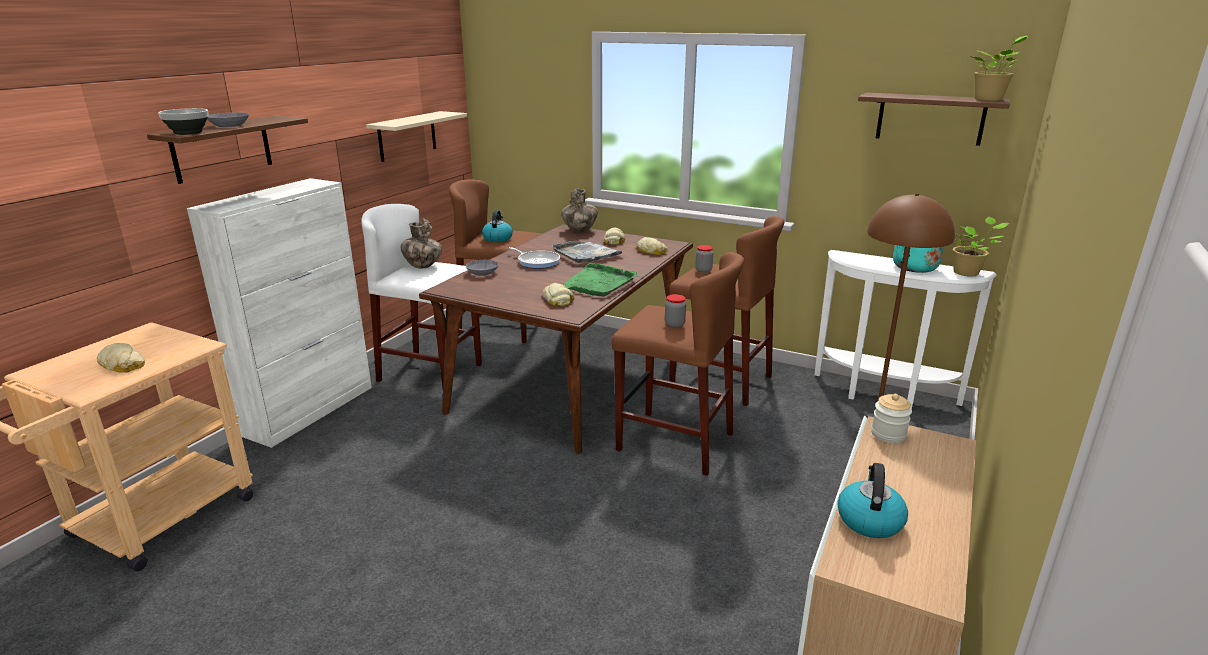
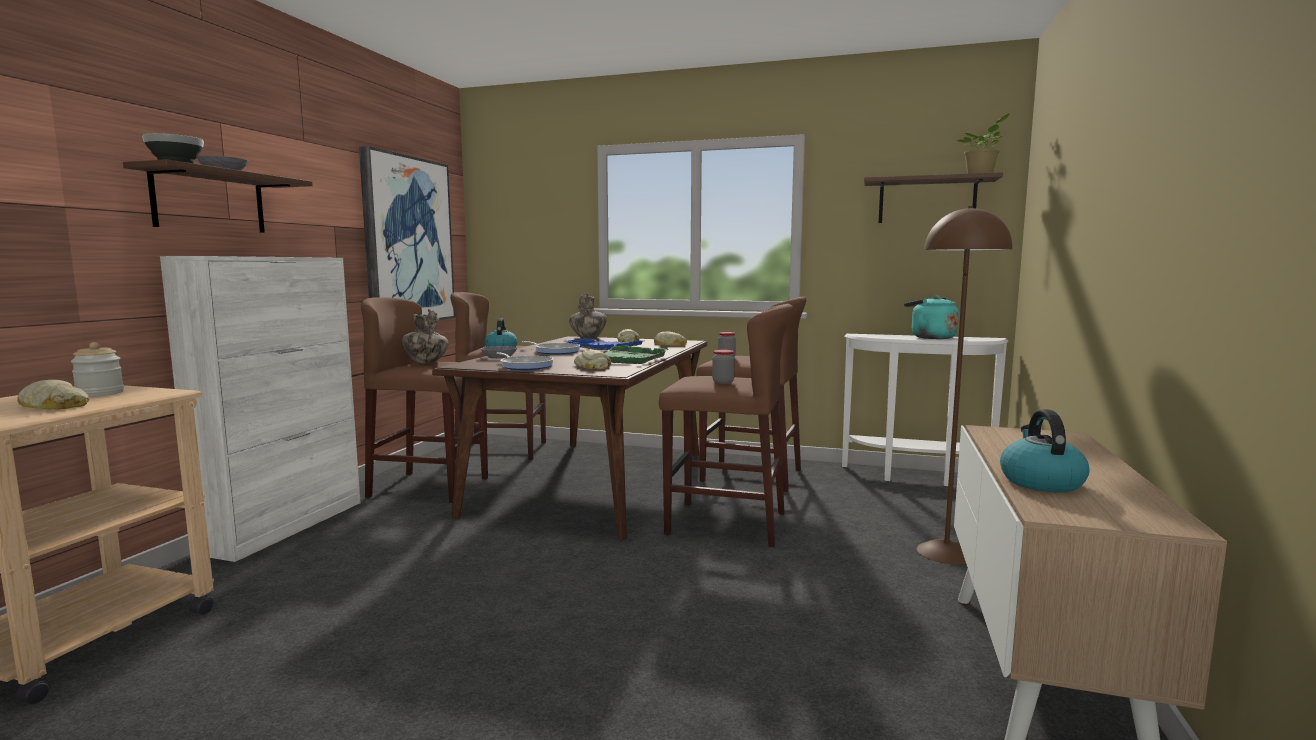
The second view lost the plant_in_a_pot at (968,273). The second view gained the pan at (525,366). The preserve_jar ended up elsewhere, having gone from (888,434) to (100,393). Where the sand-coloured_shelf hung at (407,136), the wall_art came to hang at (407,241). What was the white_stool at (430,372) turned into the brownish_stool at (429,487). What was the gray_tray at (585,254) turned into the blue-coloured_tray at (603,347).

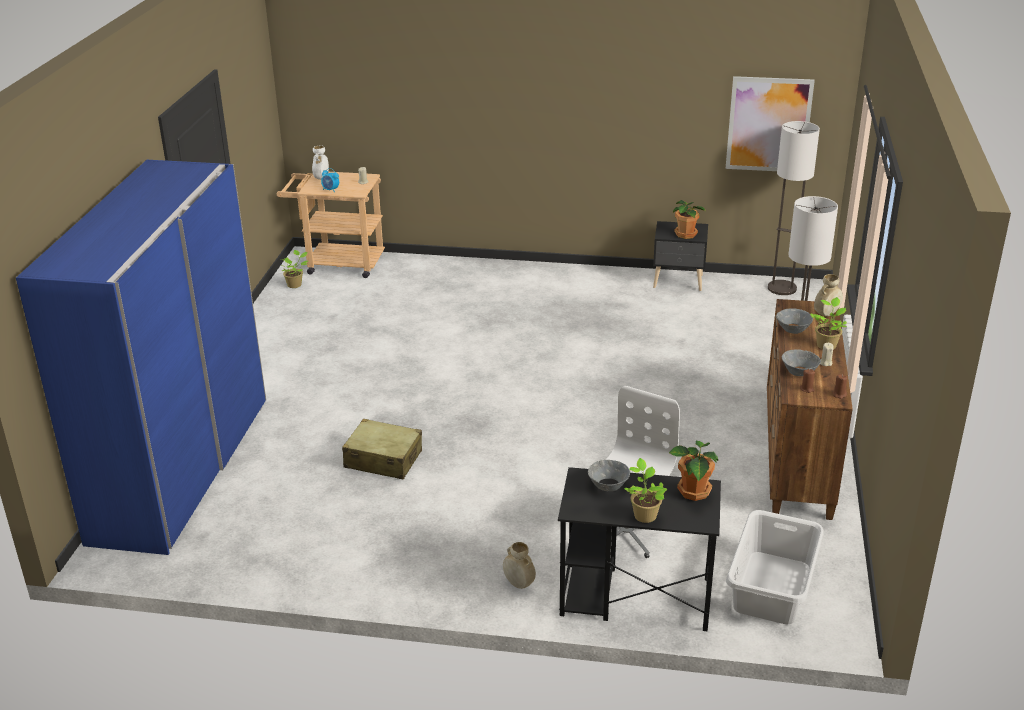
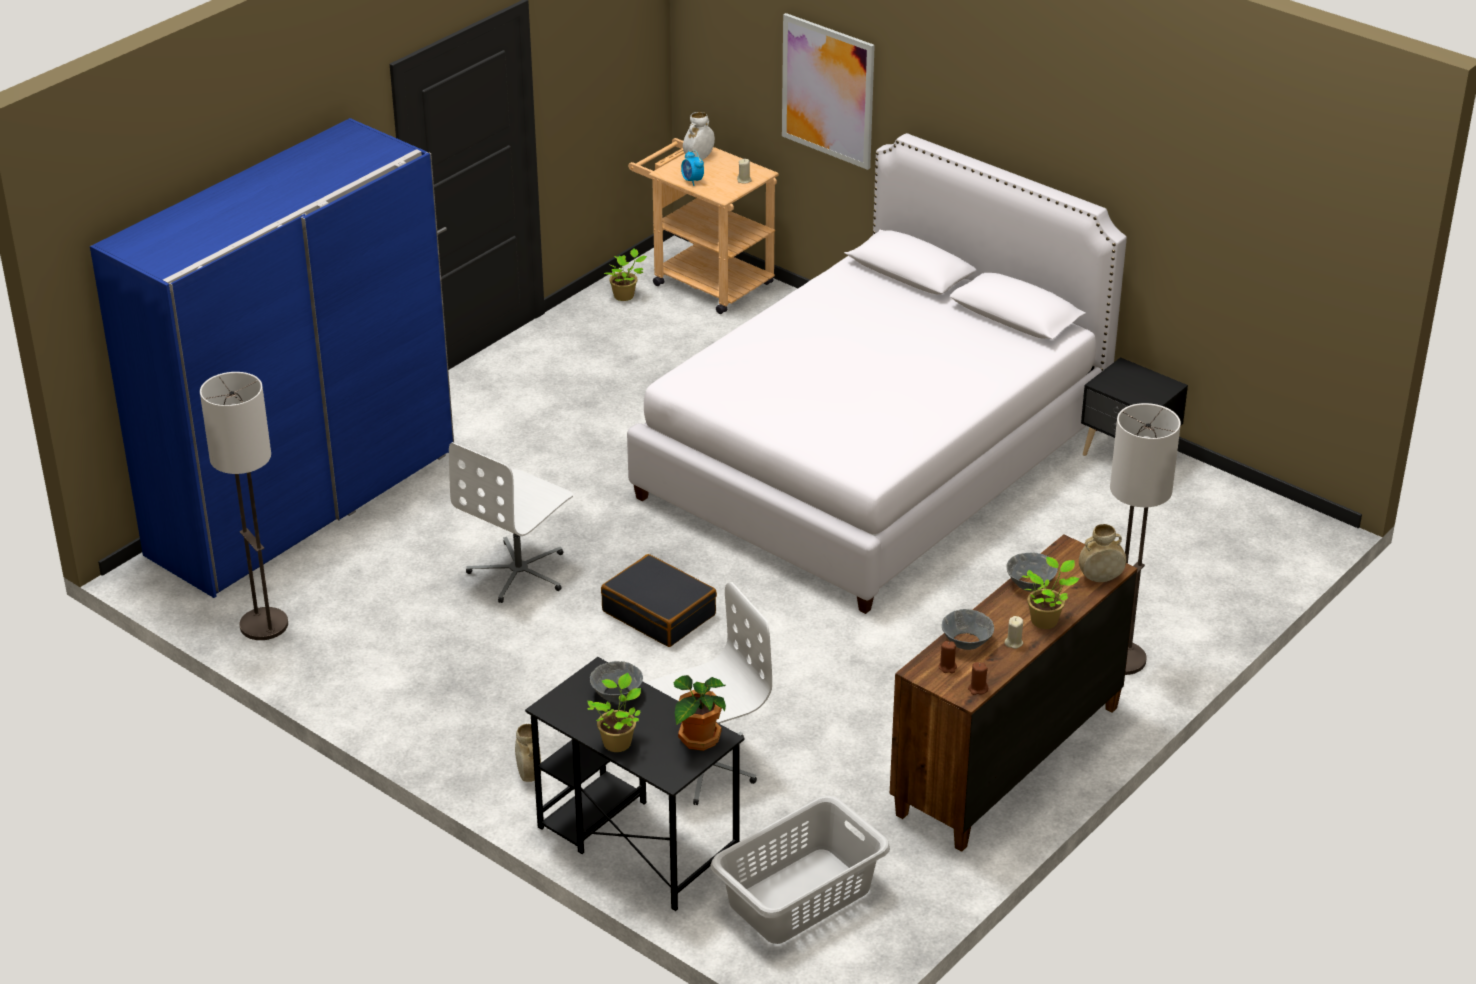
The second view lost the plant_in_a_pot at (686,234). The second view gained the black_piece_of_luggage at (659,613). The second view gained the white_bedroom_bed at (873,461). The wall_art ended up elsewhere, having gone from (768,124) to (828,91). The floor_lamp ended up elsewhere, having gone from (781,288) to (263,625). Where the sand-coloured_piece_of_luggage stood at (383,459), the white_computer_chair came to stand at (520,572).

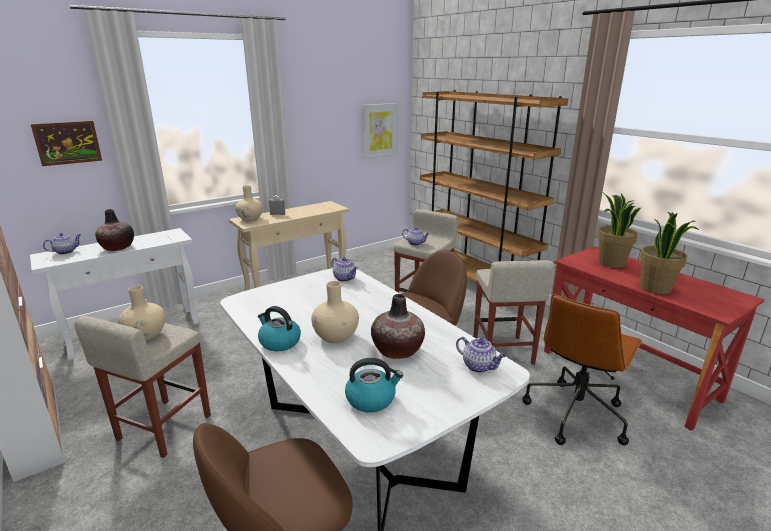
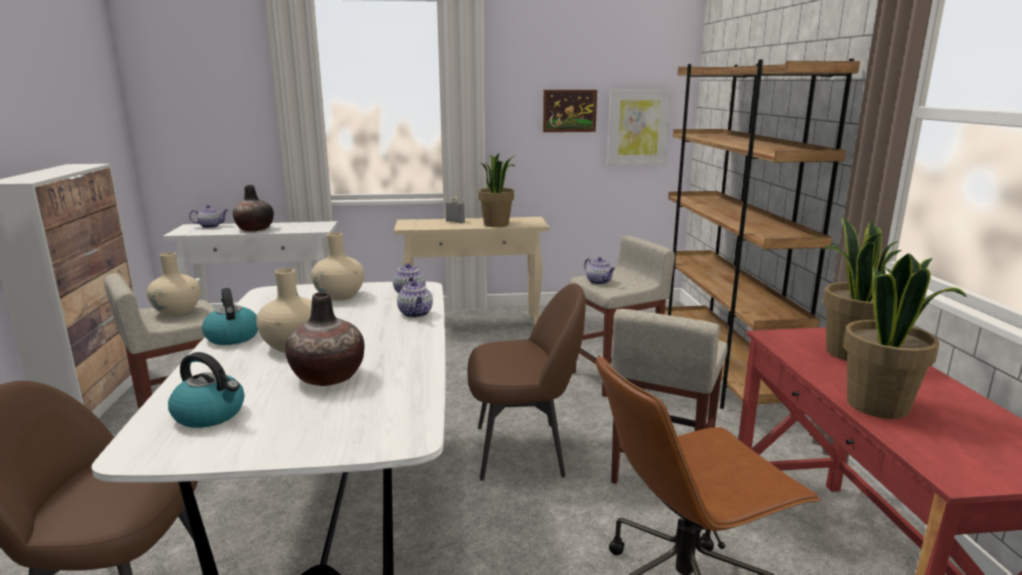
The second view gained the plant_in_a_pot at (497,224). The wall_art ended up elsewhere, having gone from (67,143) to (569,111). The sand-coloured_flower_vase ended up elsewhere, having gone from (250,219) to (339,296). The pot_for_tea ended up elsewhere, having gone from (479,366) to (416,314).

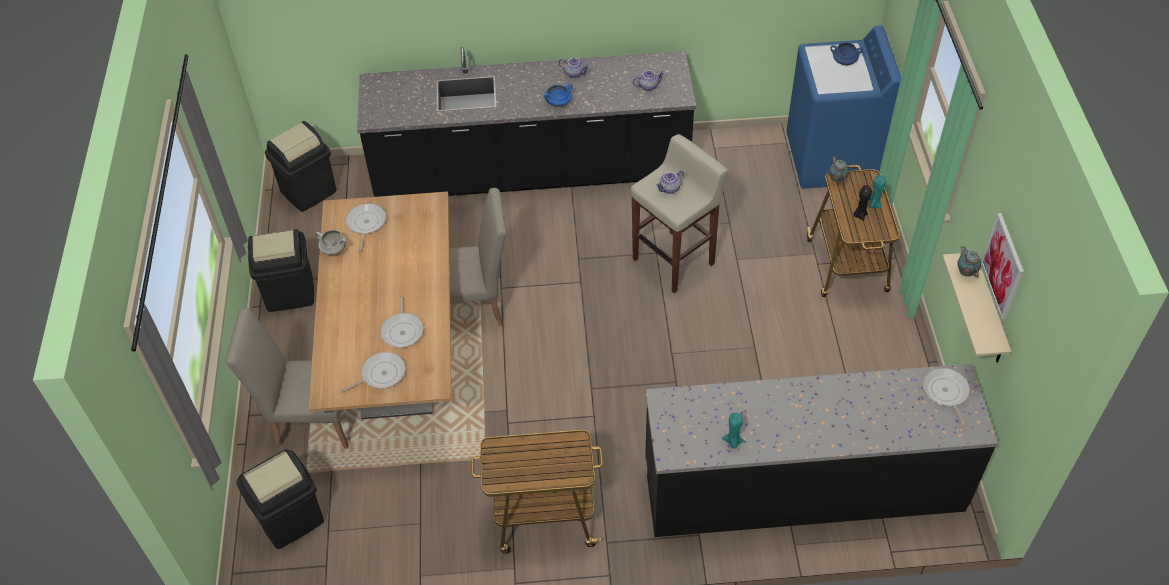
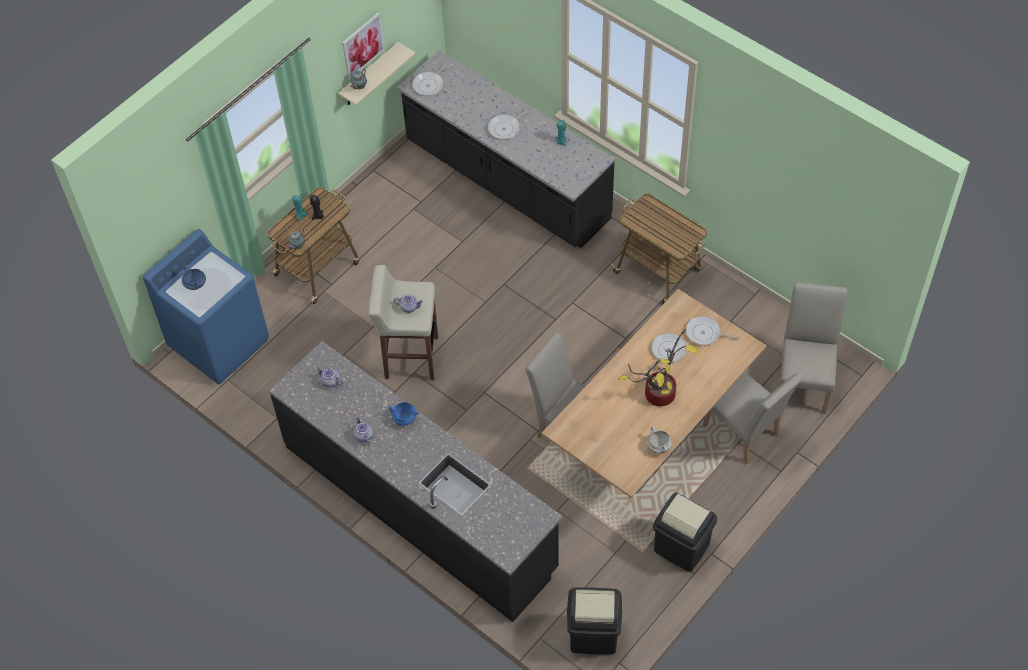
The second view gained the plant_in_a_pot at (660,391). The pan ended up elsewhere, having gone from (365,224) to (505,128). Where the black_waste_bin stood at (290,519), the sand-coloured_plain_chair came to stand at (804,380).

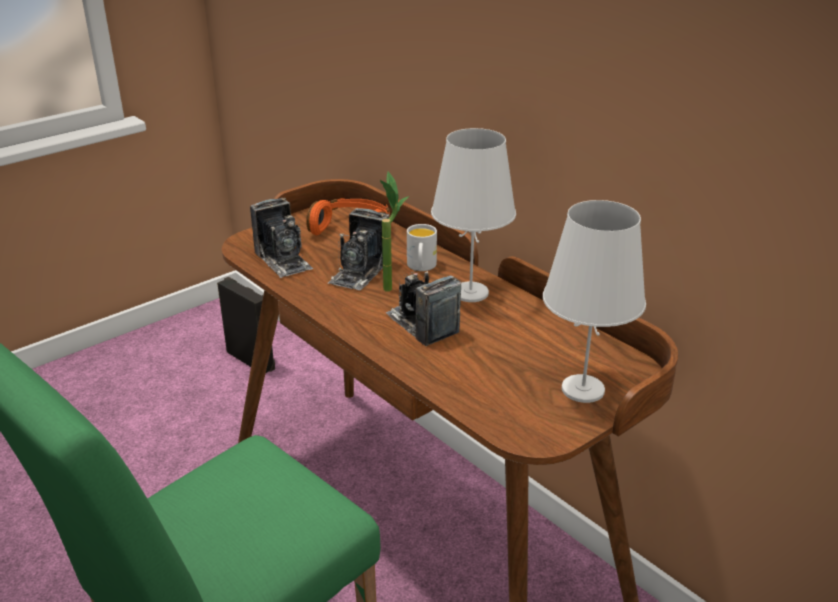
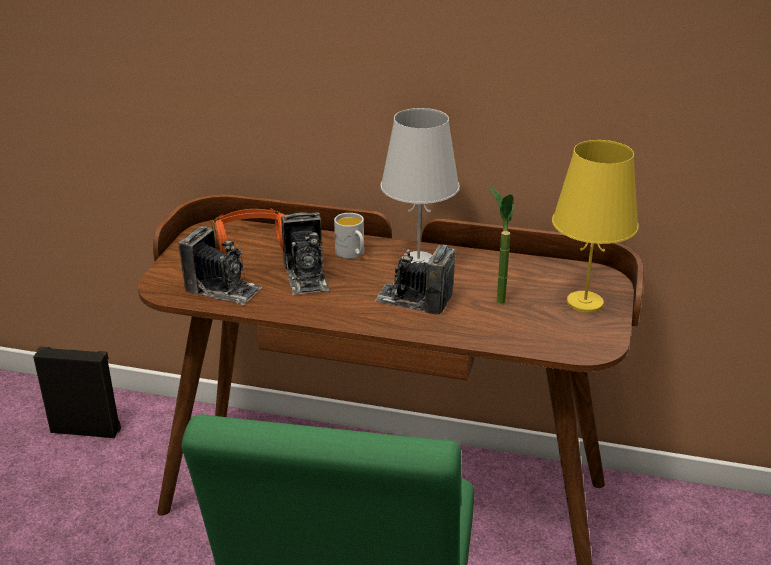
The plant_in_a_pot ended up elsewhere, having gone from (390,285) to (497,296). What was the white_tabletop_lamp at (583,389) turned into the yellow_tabletop_lamp at (585,302).

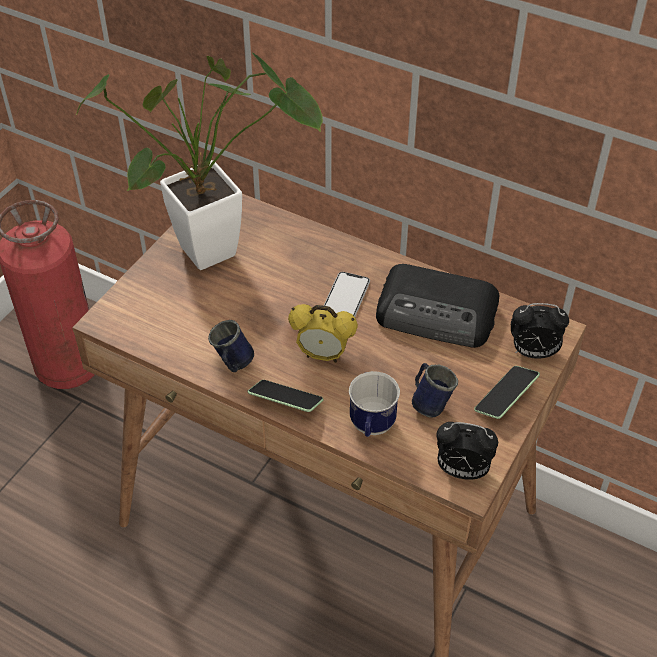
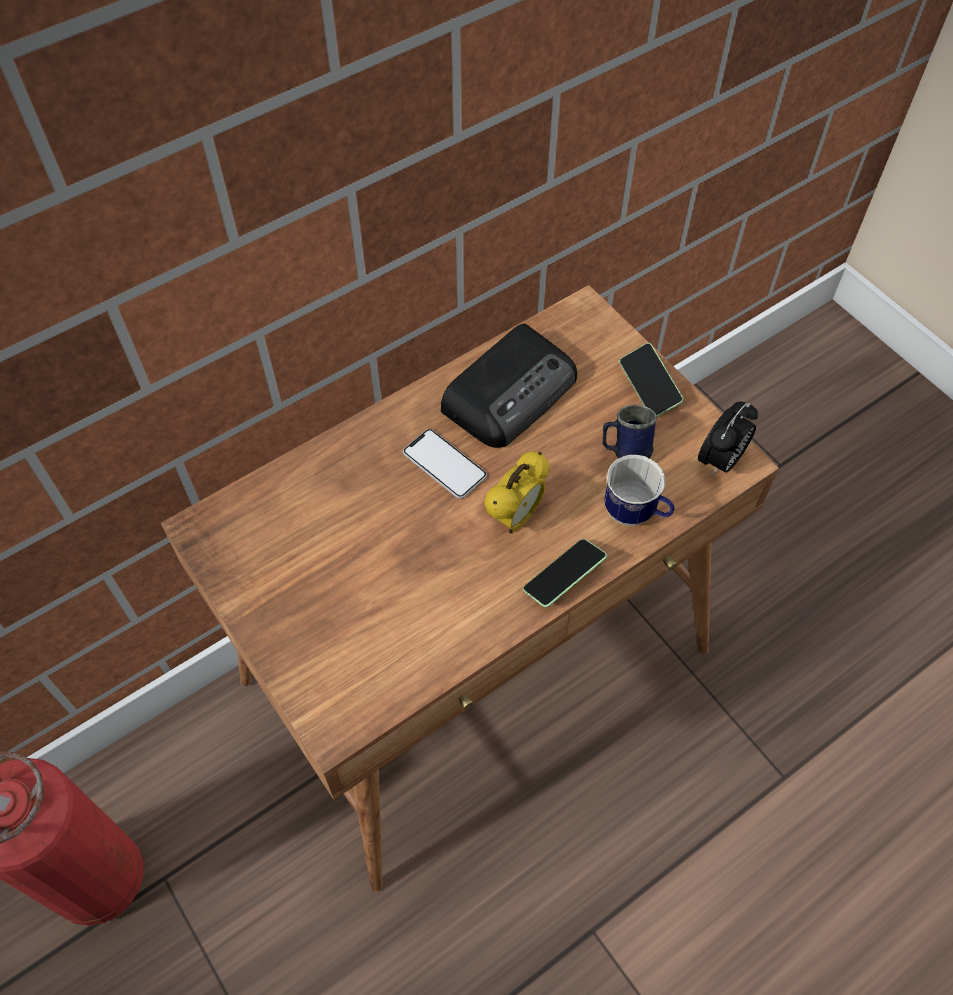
The second view lost the plant_in_a_pot at (220,247). The second view lost the blue-coloured_mug at (232,365). The second view lost the bedside_clock at (533,352).

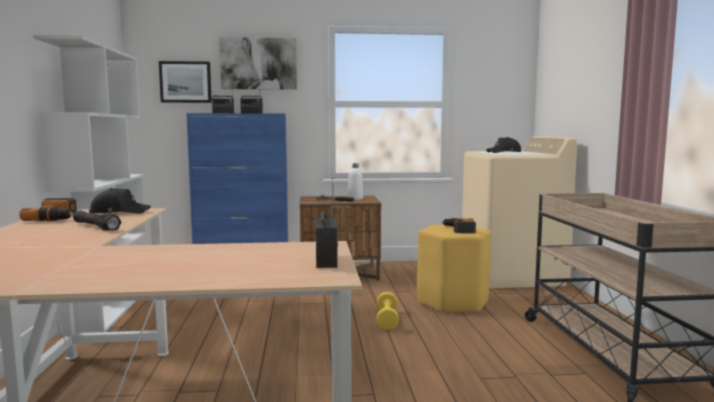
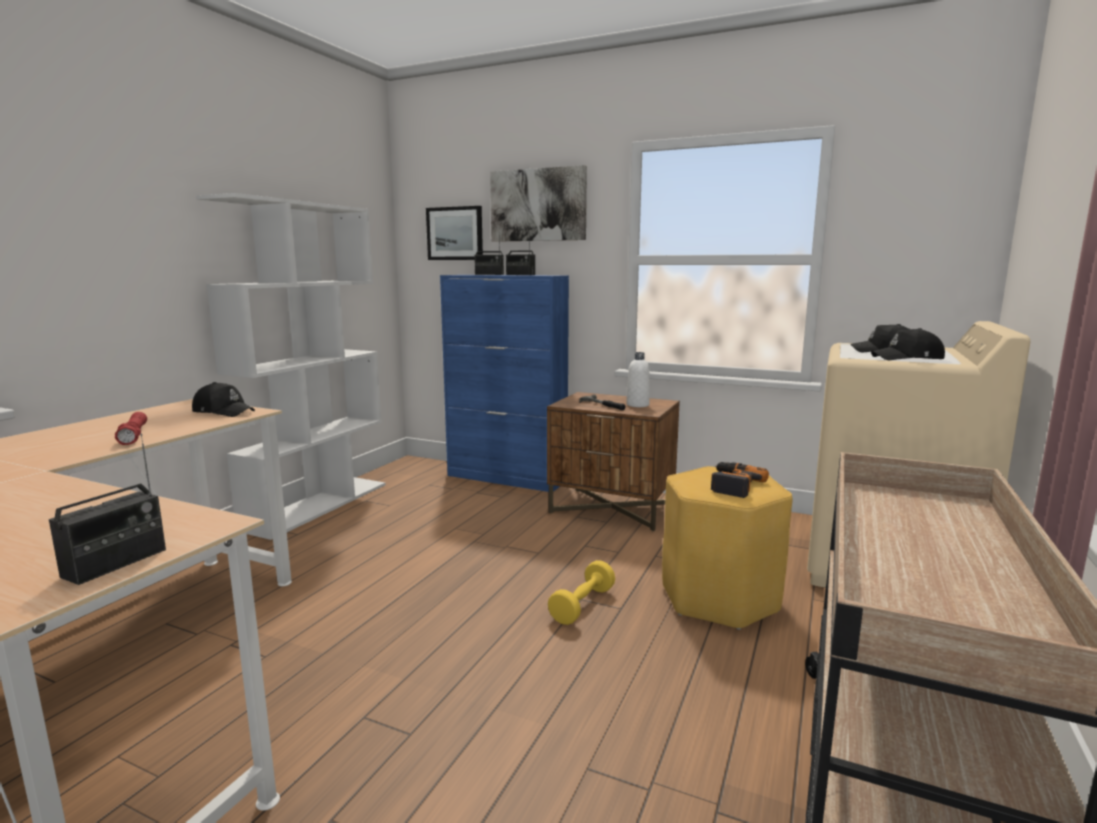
The second view lost the electric_drill at (57,217). The second view gained the black_peaked_cap at (908,358). What was the black_torch at (96,227) turned into the red_torch at (134,435).

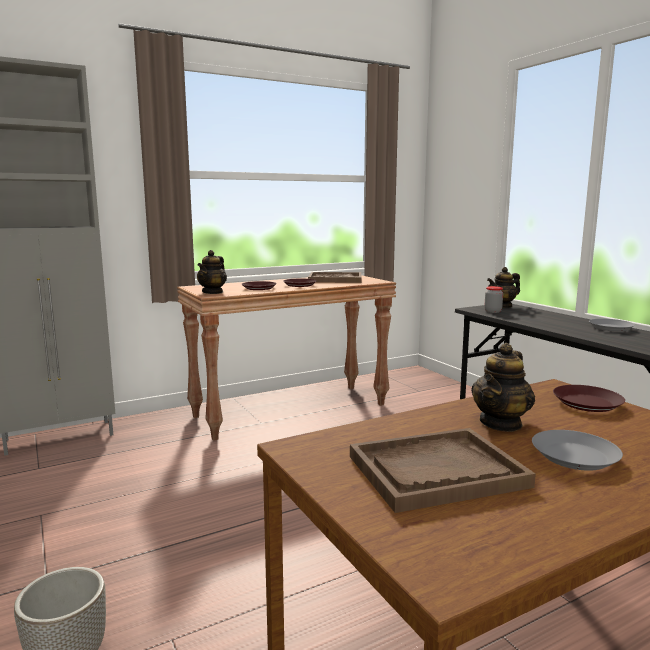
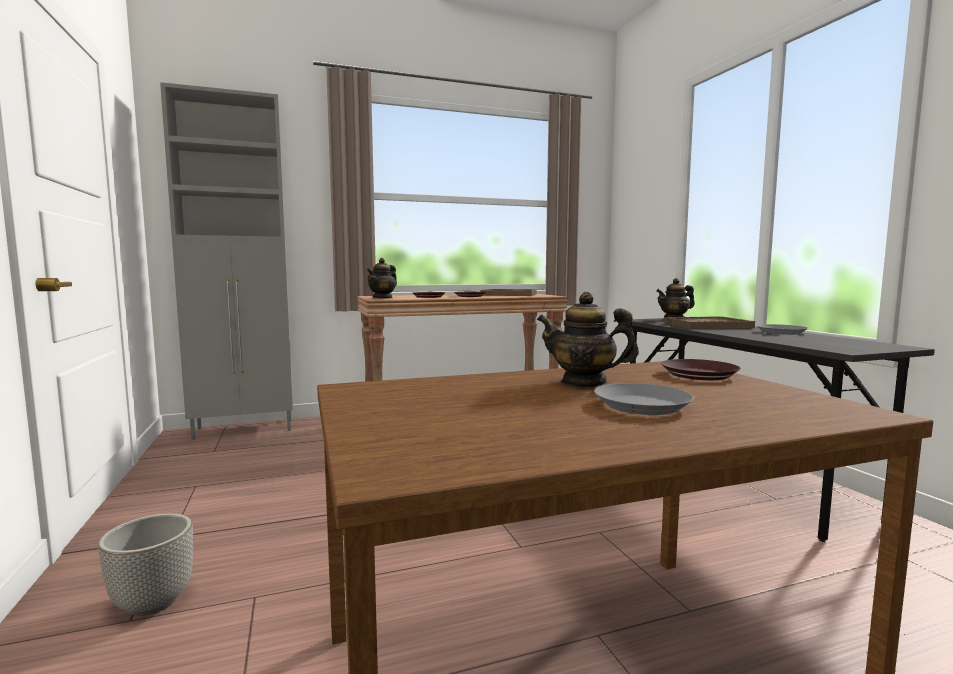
The second view lost the preserve_jar at (492,311). The brownish_tray ended up elsewhere, having gone from (436,471) to (707,325). The pot_for_tea at (501,423) ended up facing another way, 60 degrees clockwise from before.

